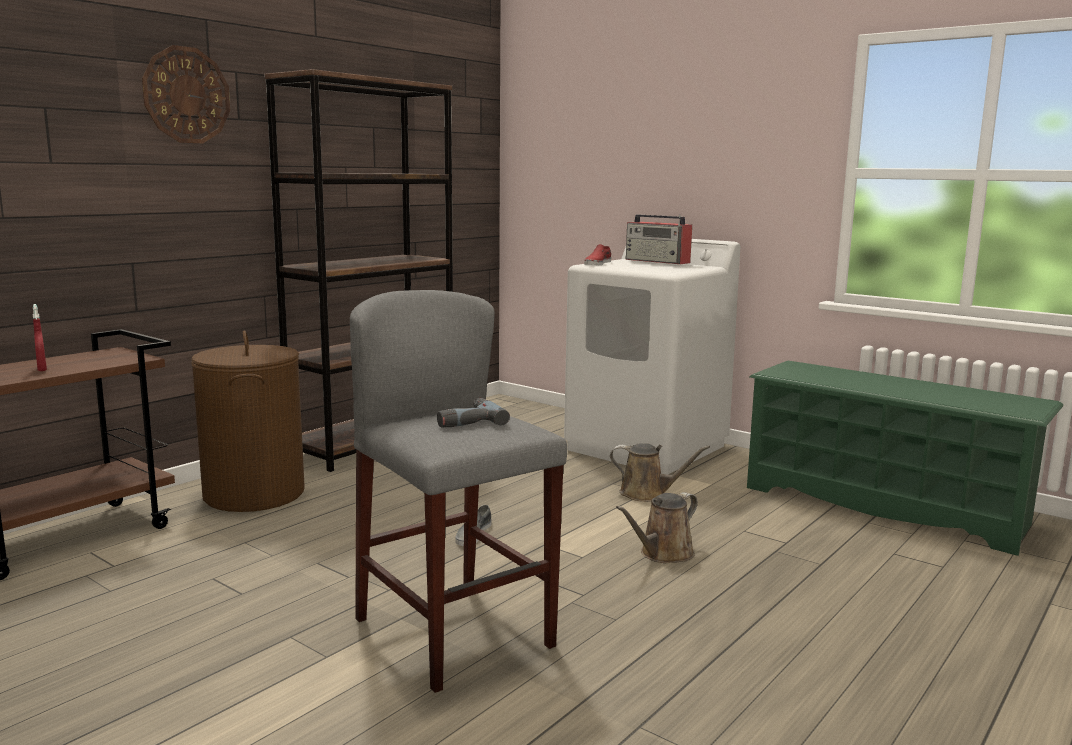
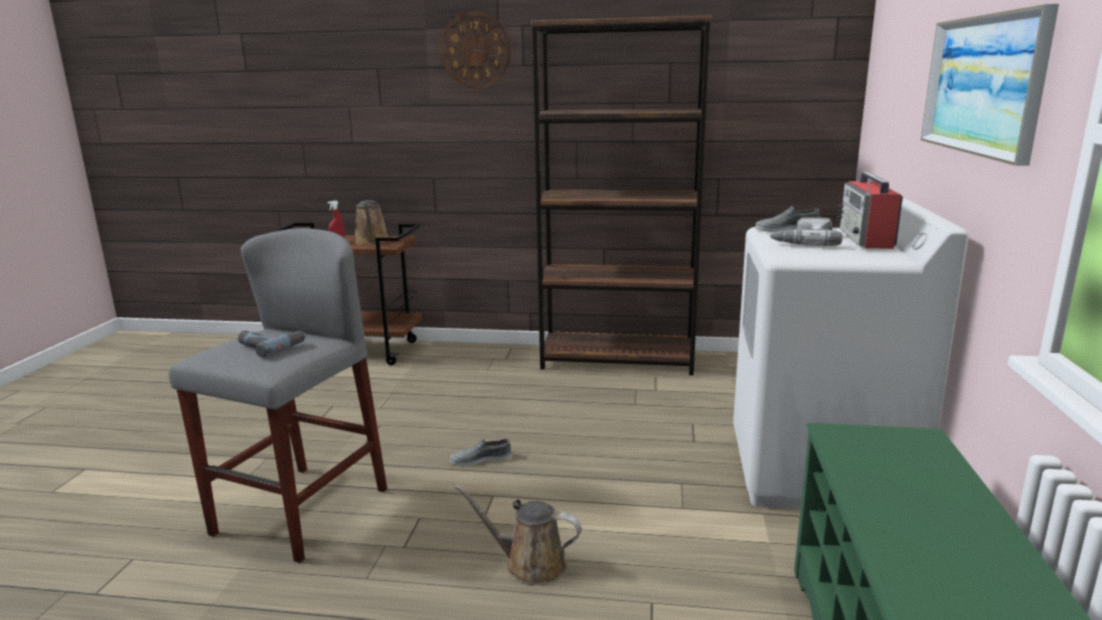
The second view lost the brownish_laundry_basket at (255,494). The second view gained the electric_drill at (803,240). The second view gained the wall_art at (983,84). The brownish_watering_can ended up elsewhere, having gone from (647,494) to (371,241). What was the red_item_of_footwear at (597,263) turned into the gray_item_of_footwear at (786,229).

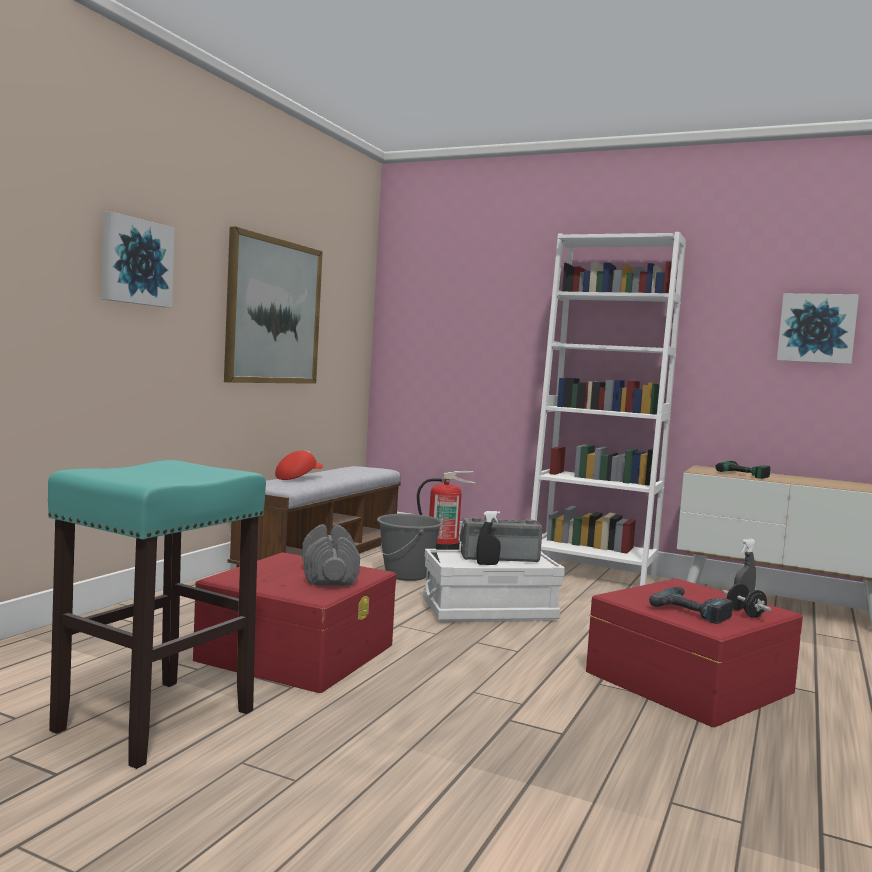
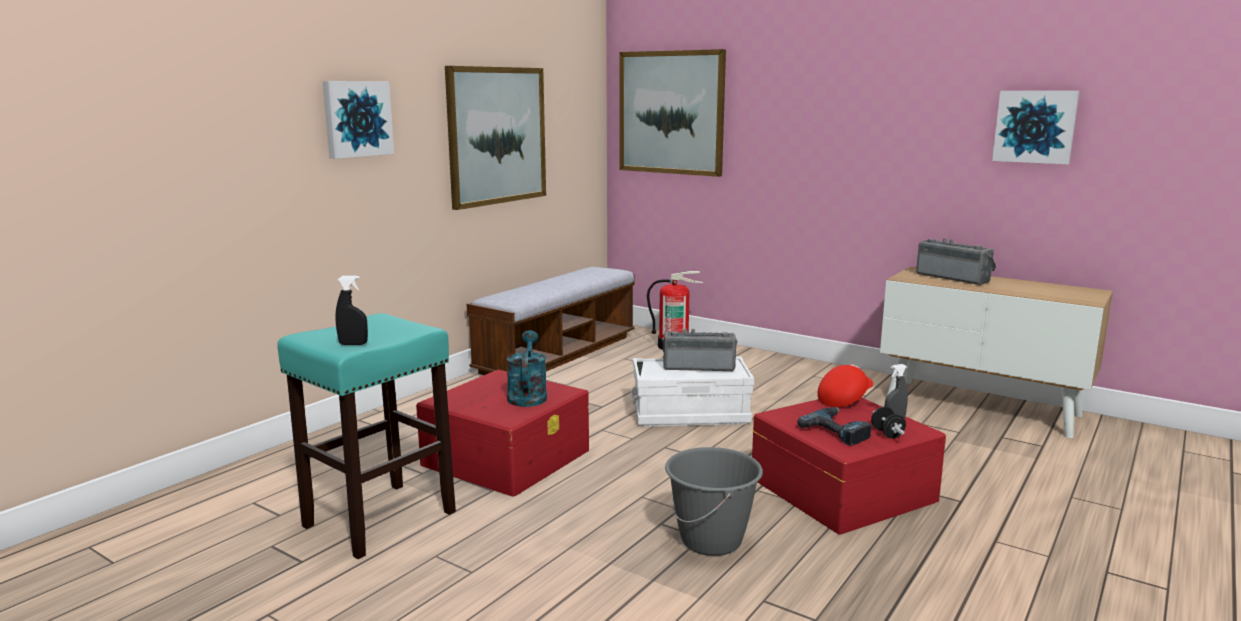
The second view lost the white_shelving_unit at (591,574). The second view gained the wall_art at (671,112). The red_peaked_cap ended up elsewhere, having gone from (298,478) to (844,399). The gray_water_bucket ended up elsewhere, having gone from (407,575) to (711,540). The black_sprayer ended up elsewhere, having gone from (487,564) to (353,344). Where the gray_free_weight stood at (328,575), the turquoise_watering_can came to stand at (527,395). Where the electric_drill stood at (746,473), the radio_receiver came to stand at (954,278).

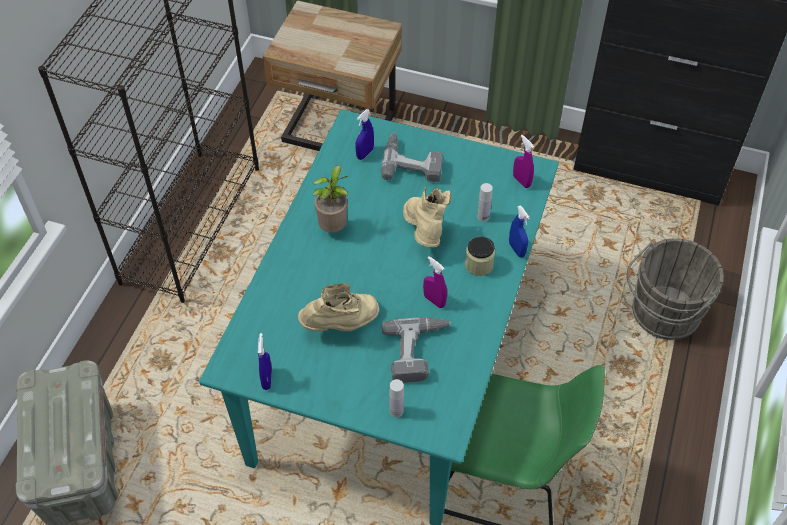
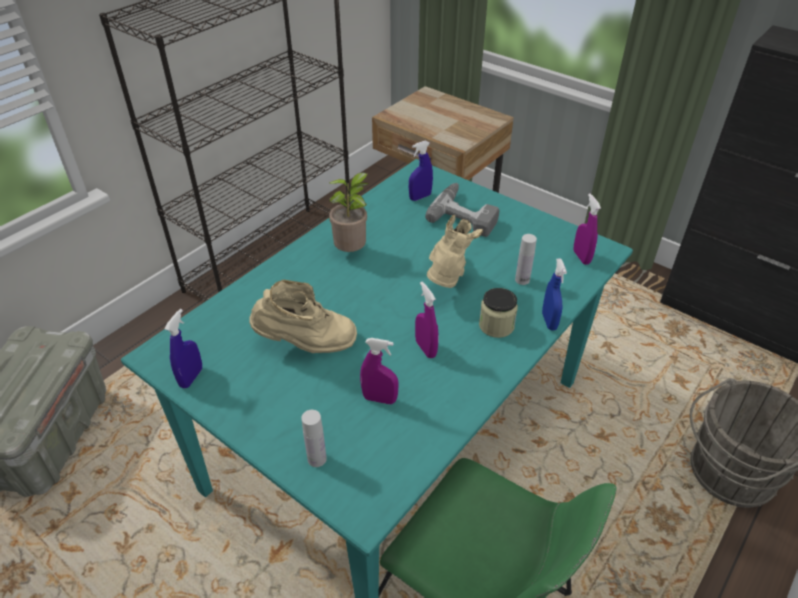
Where the electric_drill stood at (419,352), the purple_sprayer came to stand at (379,399).

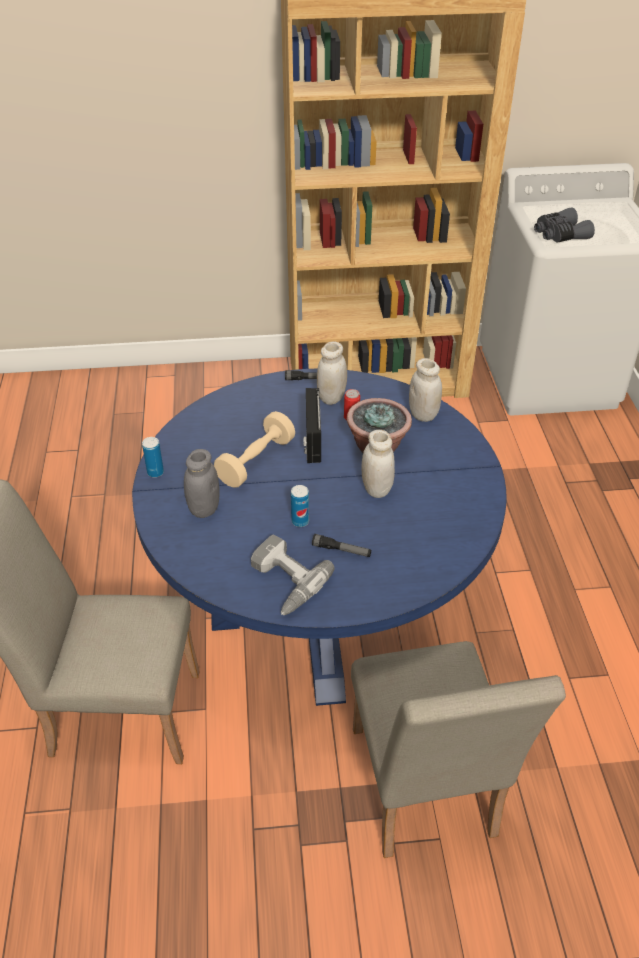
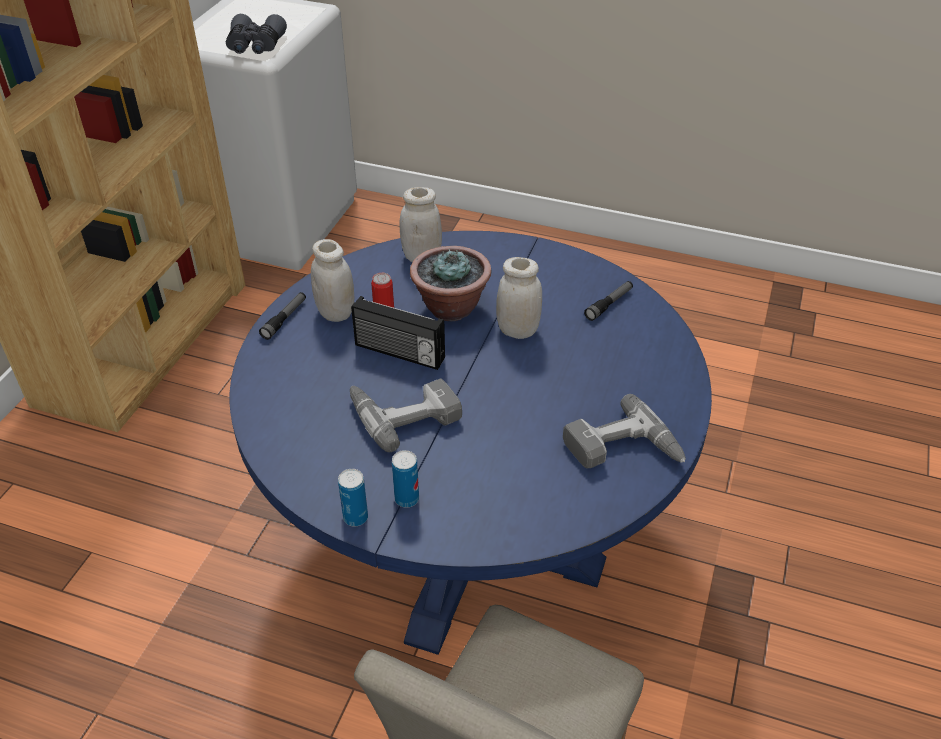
The second view lost the gray_preserve_jar at (204,509). The second view lost the sand-coloured_plain_chair at (424,794). The sealed_can ended up elsewhere, having gone from (300,521) to (407,499). The torch ended up elsewhere, having gone from (341,550) to (609,304). Where the sand-coloured_free_weight stood at (256,461), the electric_drill came to stand at (403,412).

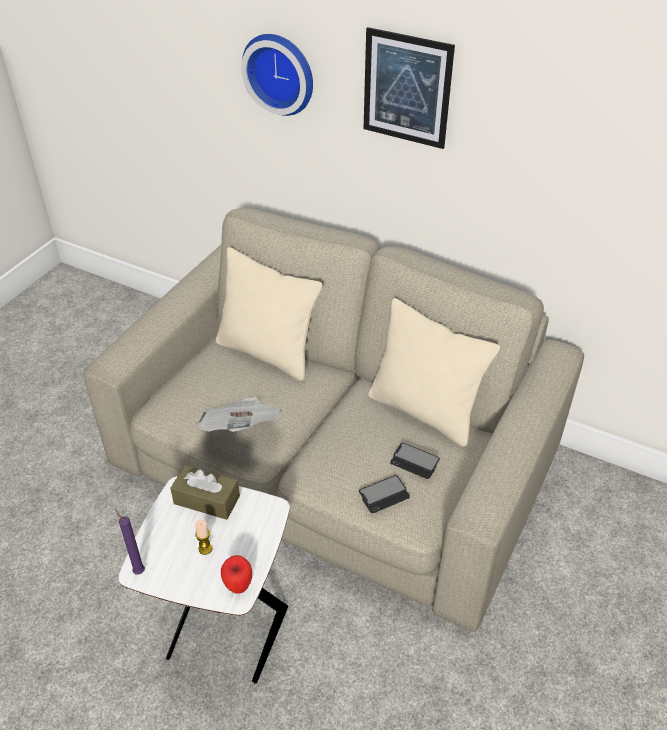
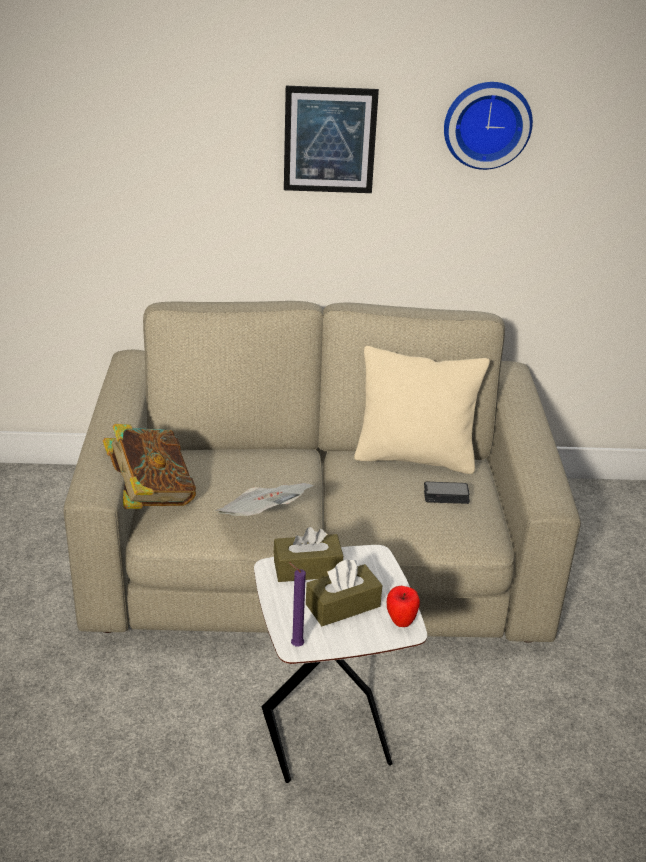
The second view lost the sand-coloured_throw_pillow at (268,353). The second view lost the telephone at (384,495). The second view gained the book at (151,495). The wall_clock ended up elsewhere, having gone from (281,72) to (486,123). Where the wax_candle stood at (205,548), the brownish_tissue_box came to stand at (343,605).

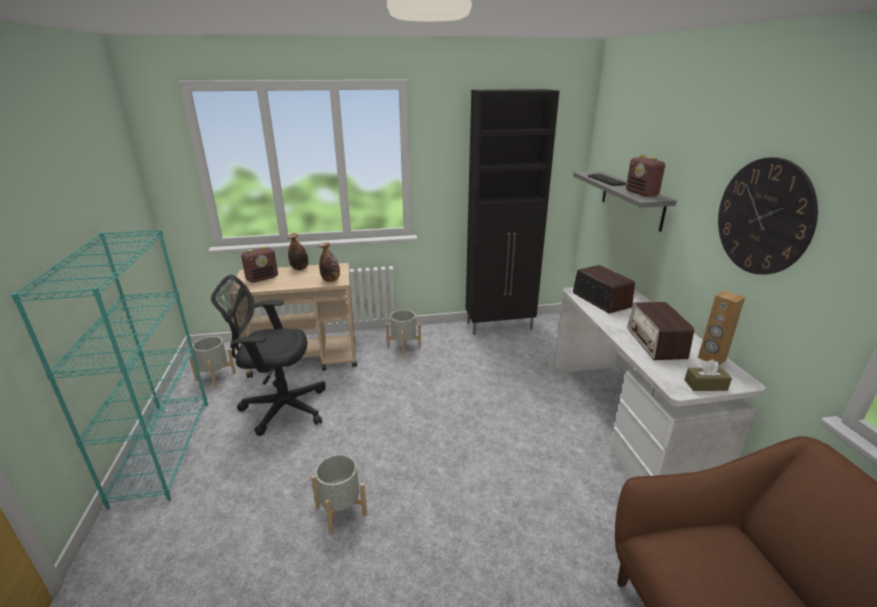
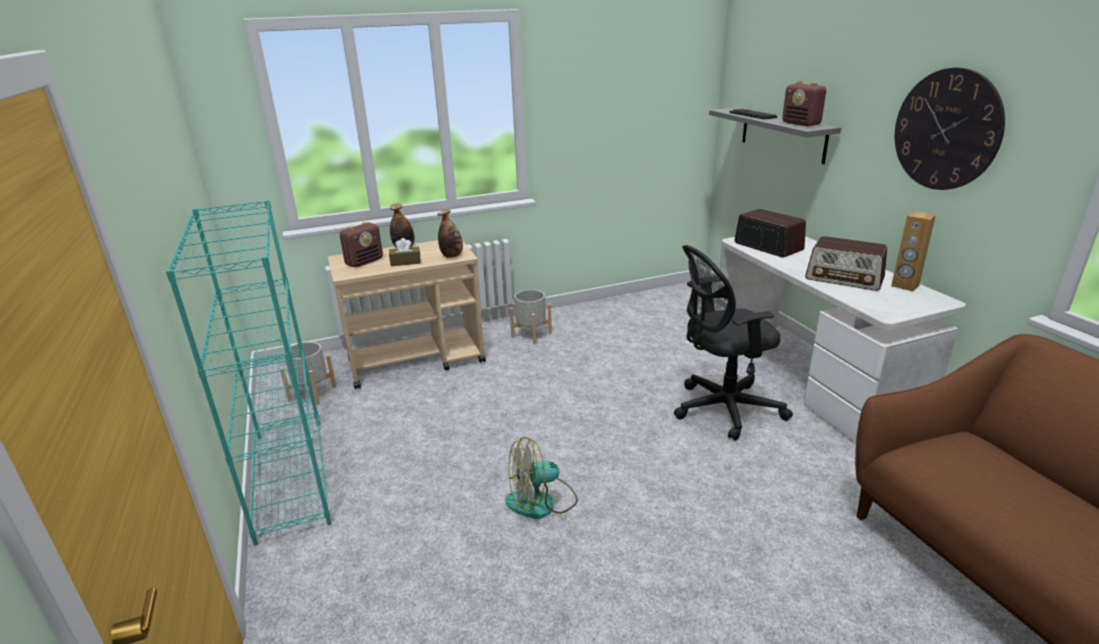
The second view lost the black_cabinet at (500,326). The black_computer_chair ended up elsewhere, having gone from (281,408) to (722,409). The brownish_tissue_box ended up elsewhere, having gone from (705,385) to (405,262). Where the gray_plant_pot stood at (341,510), the electric_fan came to stand at (541,502). The radio_receiver at (655,343) ended up facing another way, 45 degrees counterclockwise from before.

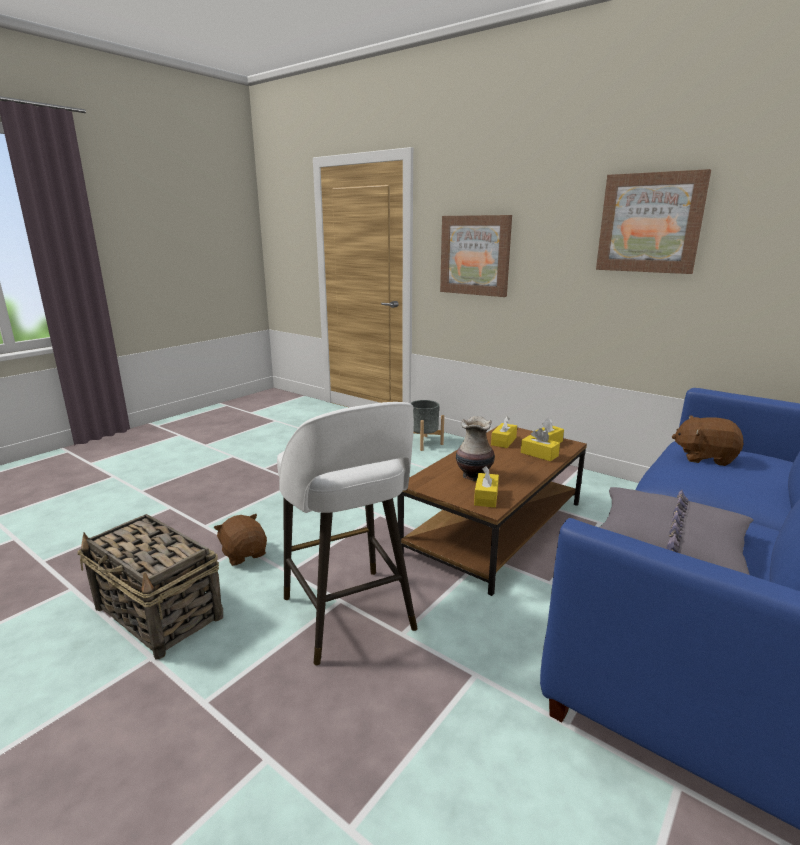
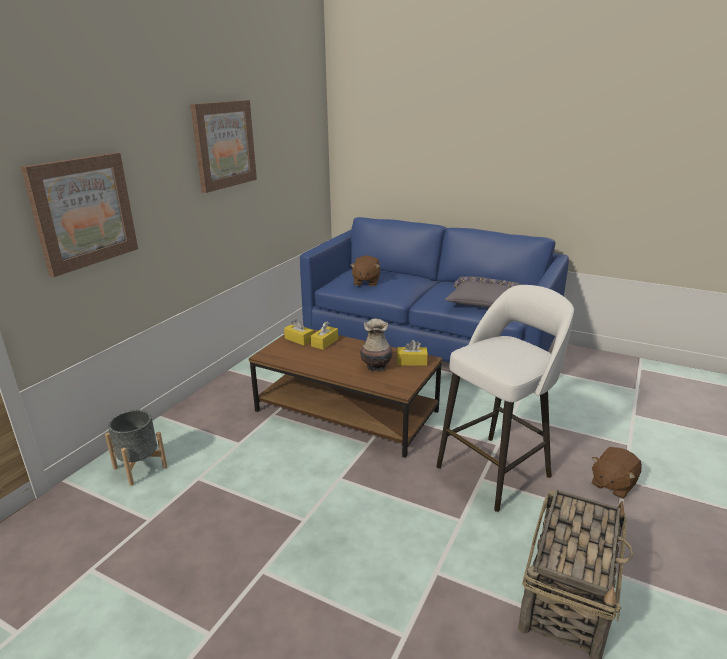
The second view lost the yellow_tissue_box at (503,441). The brownish_soft_toy ended up elsewhere, having gone from (244,554) to (612,484).

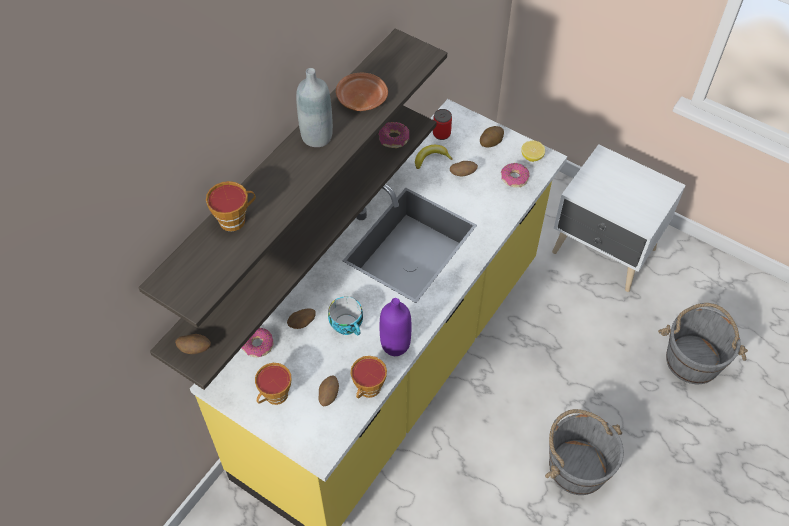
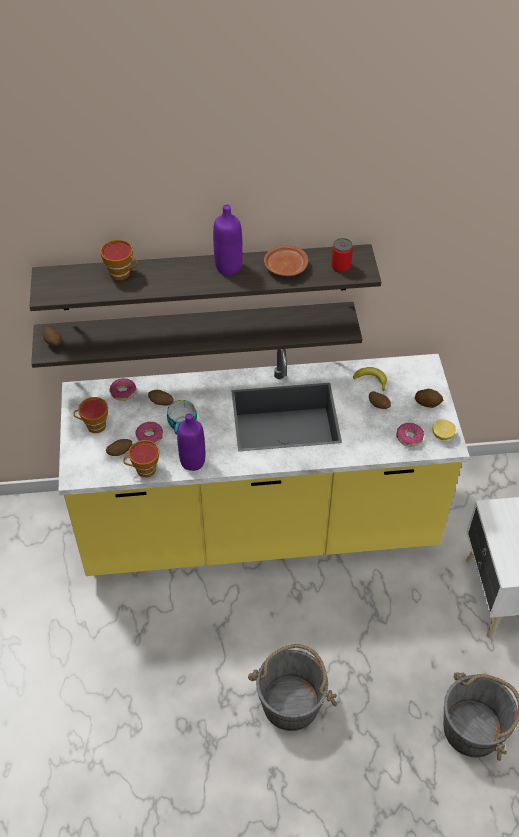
The doughnut ended up elsewhere, having gone from (394,139) to (149,437). The sealed_can ended up elsewhere, having gone from (441,134) to (341,266). What was the gray_bottle at (317,136) turned into the purple_bottle at (228,267).

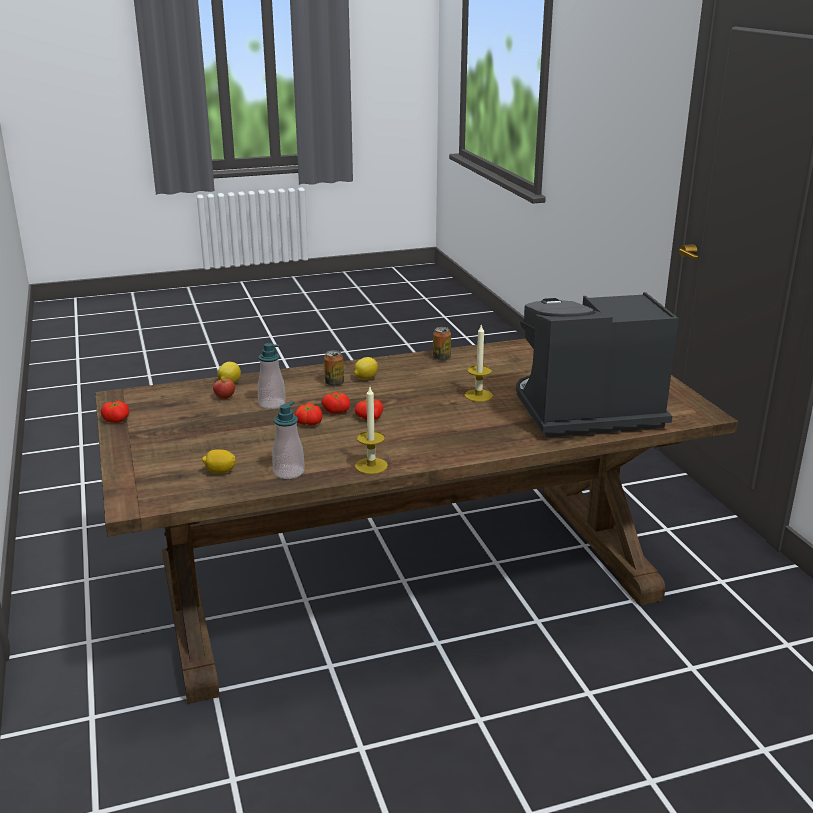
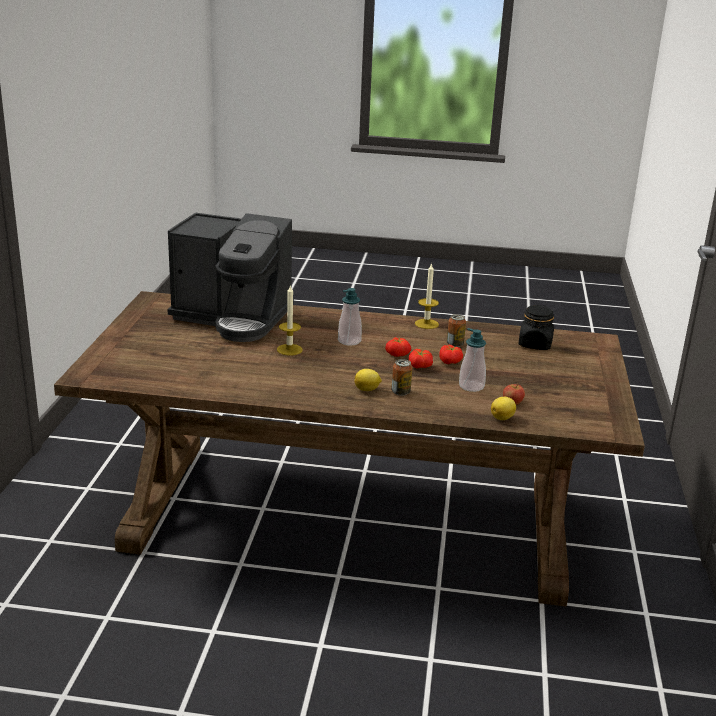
The second view lost the tomato at (117,420). The liquid_soap_bottle ended up elsewhere, having gone from (289,472) to (349,341). The sealed_can ended up elsewhere, having gone from (441,358) to (455,344). Where the lemon stood at (220,472), the black_preserve_jar came to stand at (535,344).

